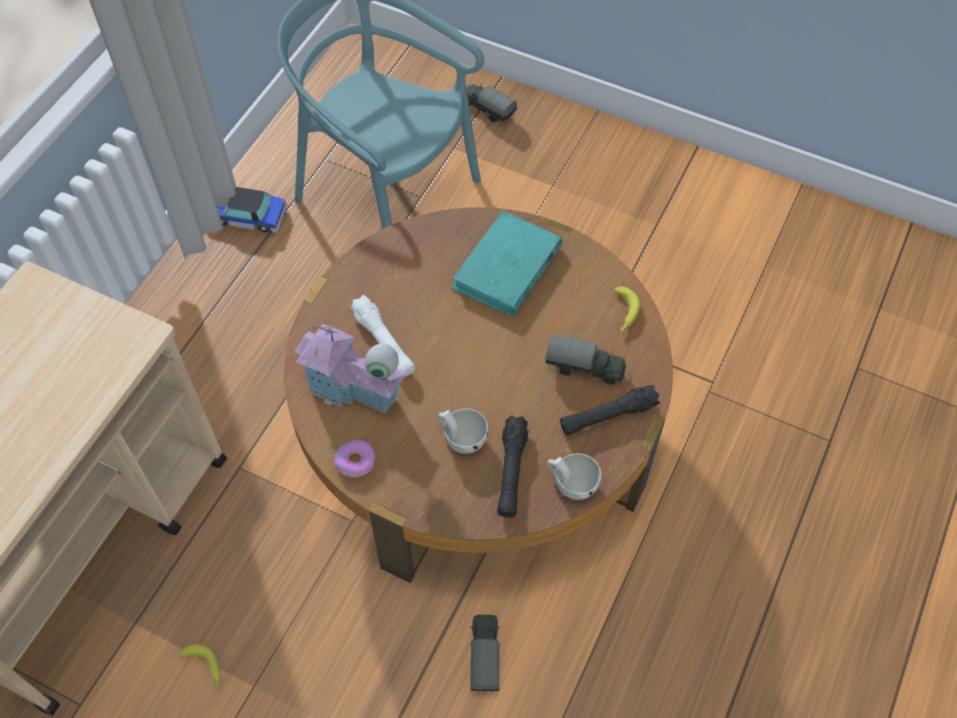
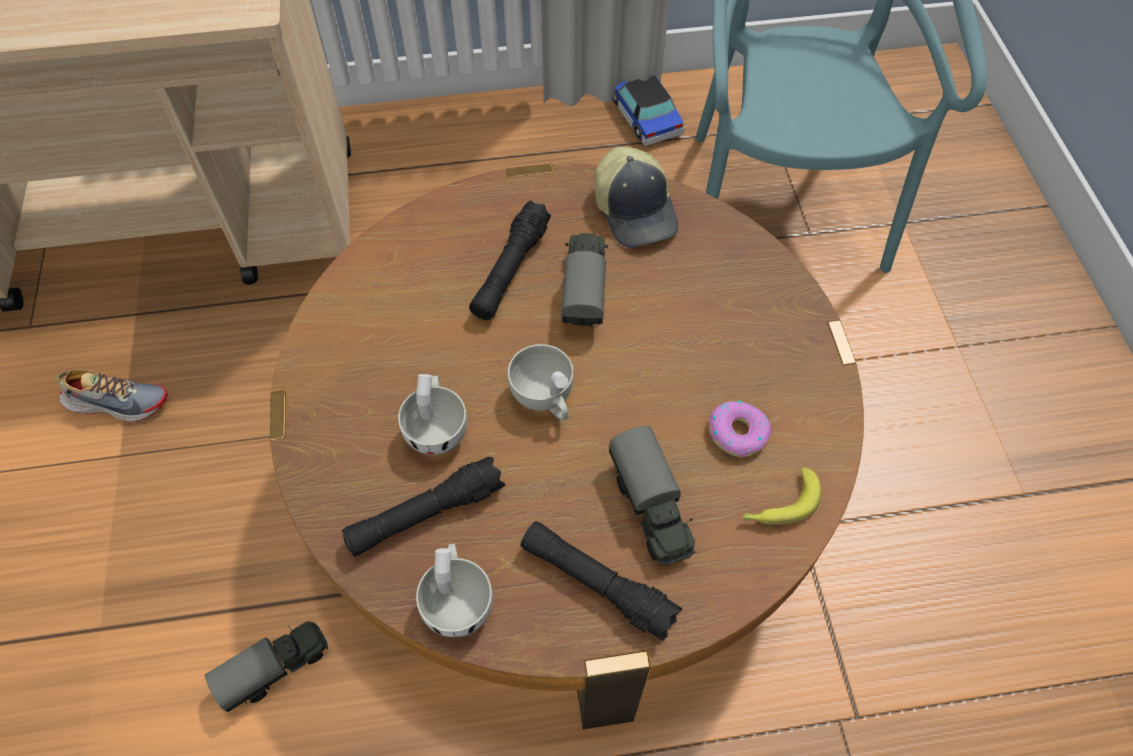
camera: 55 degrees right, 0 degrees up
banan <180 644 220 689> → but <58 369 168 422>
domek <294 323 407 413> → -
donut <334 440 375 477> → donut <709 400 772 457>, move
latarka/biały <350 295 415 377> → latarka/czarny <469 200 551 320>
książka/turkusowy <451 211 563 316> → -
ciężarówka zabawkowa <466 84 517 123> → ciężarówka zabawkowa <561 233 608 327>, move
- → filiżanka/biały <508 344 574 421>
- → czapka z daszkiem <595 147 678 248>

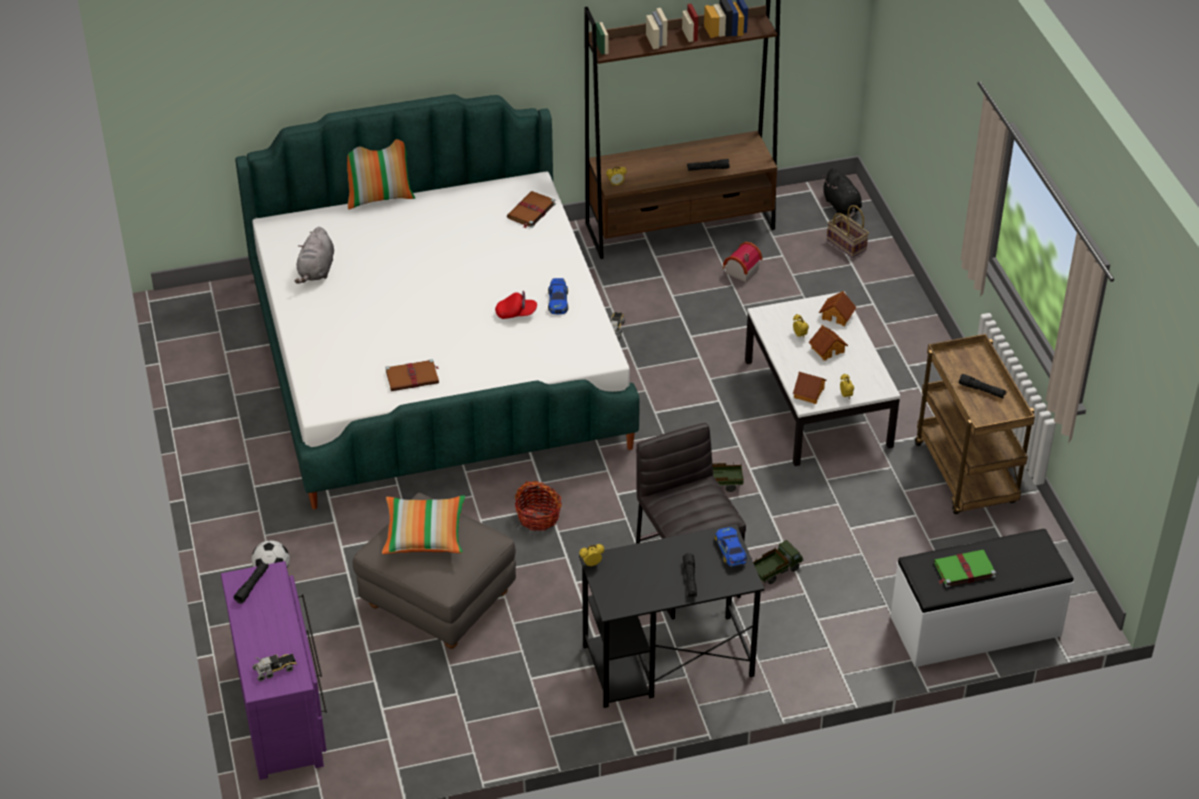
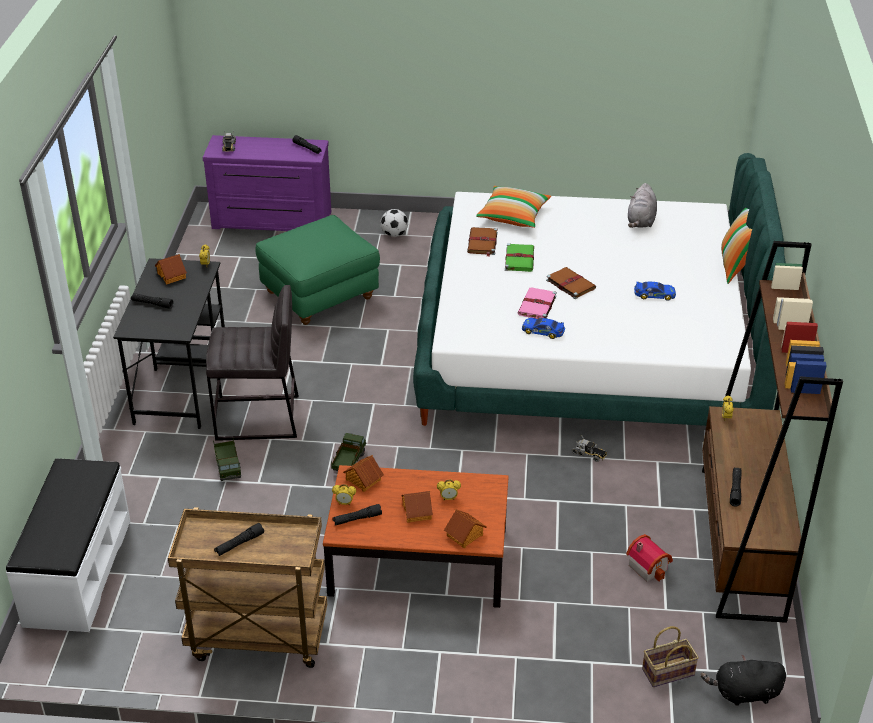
camera: 110 degrees right, 5 degrees down
pluszak/szary <295 227 334 284> → pluszak/szary <628 183 657 228>, 105 degrees counterclockwise
pufa/szary <352 493 516 649> → pufa/zielony <255 215 380 325>
poduszka <382 495 466 554> → poduszka <476 186 551 228>, move
czapka z daszkiem/czerwony <495 291 537 319> → książka/różowy <518 287 557 319>
książka/brązowy <507 191 556 228> → książka/brązowy <546 267 596 299>, move
koszyk <515 481 562 531> → -
samochodzik <715 527 747 567> → samochodzik <634 281 676 301>, move
ława/biały <745 291 901 466> → ława/brązowy <323 465 509 608>
książka/zielony <934 550 996 588> → książka/zielony <505 243 534 272>, move
- → domek <155 254 187 285>
- → latarka/czarny <332 504 382 525>

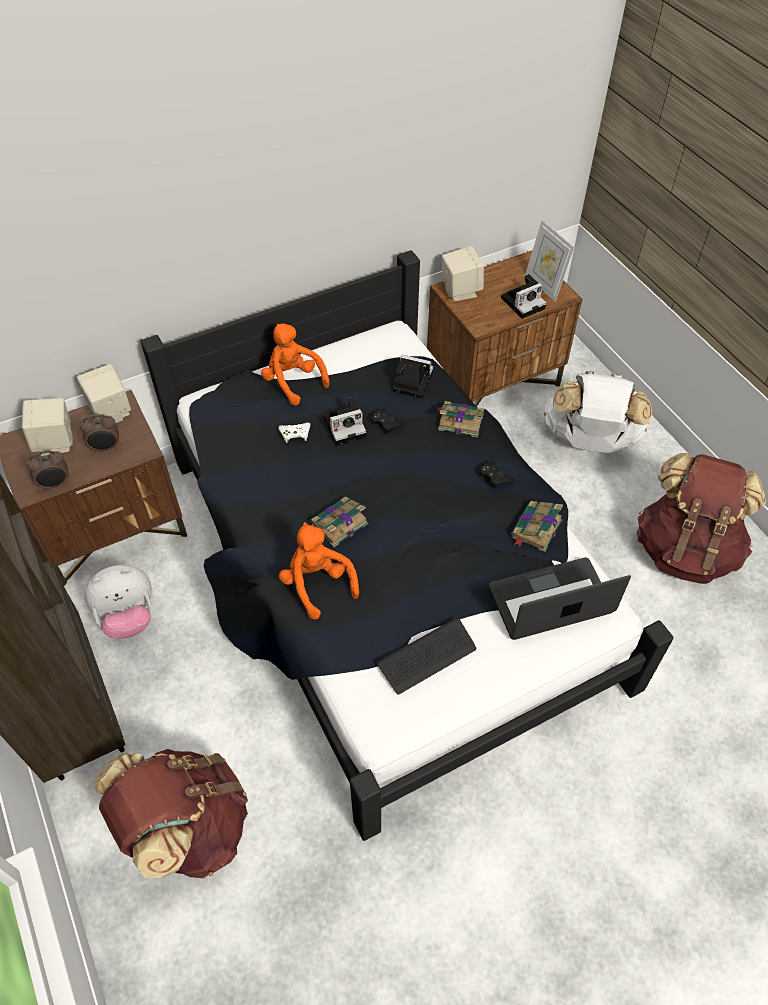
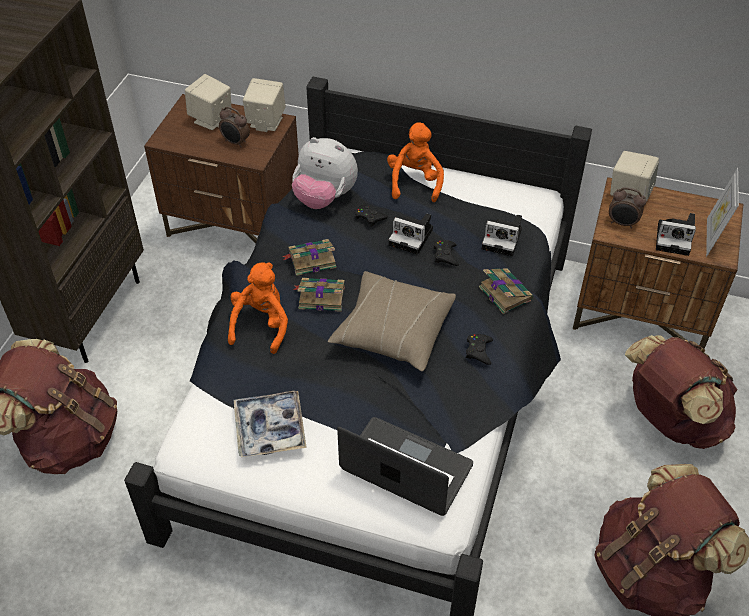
camera: 45 degrees right, 5 degrees down
budzik <26 450 69 491> → budzik <609 187 646 229>, move
pluszak <84 565 152 639> → pluszak <292 137 358 209>, move
pad do gier/biały <278 422 310 443> → pad do gier/czarny <355 204 388 227>
klawiatura <377 618 476 694> → taca <234 391 307 457>
aparat fotograficzny <393 355 433 398> → aparat fotograficzny <482 215 522 256>, 135 degrees clockwise
książka <511 501 563 552> → książka <282 239 337 276>, move
plecak/biały <544 371 652 453> → plecak/brązowy <625 335 737 449>
- → poduszka/beżowy <328 271 456 372>

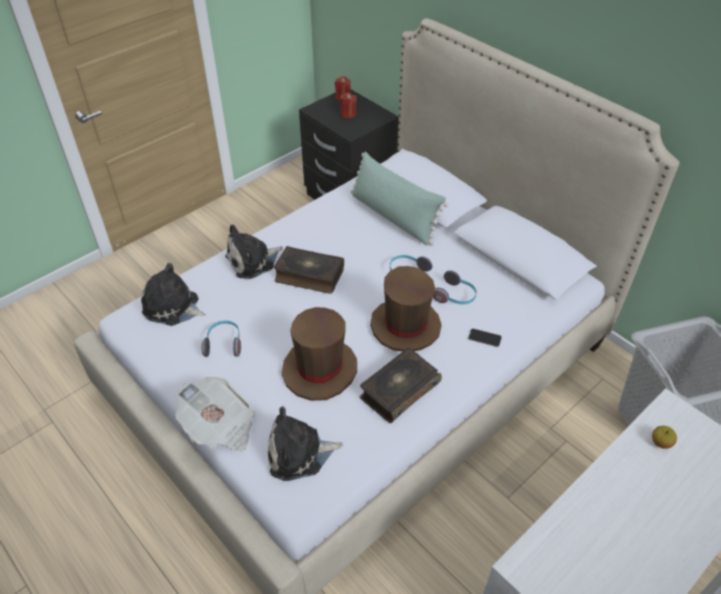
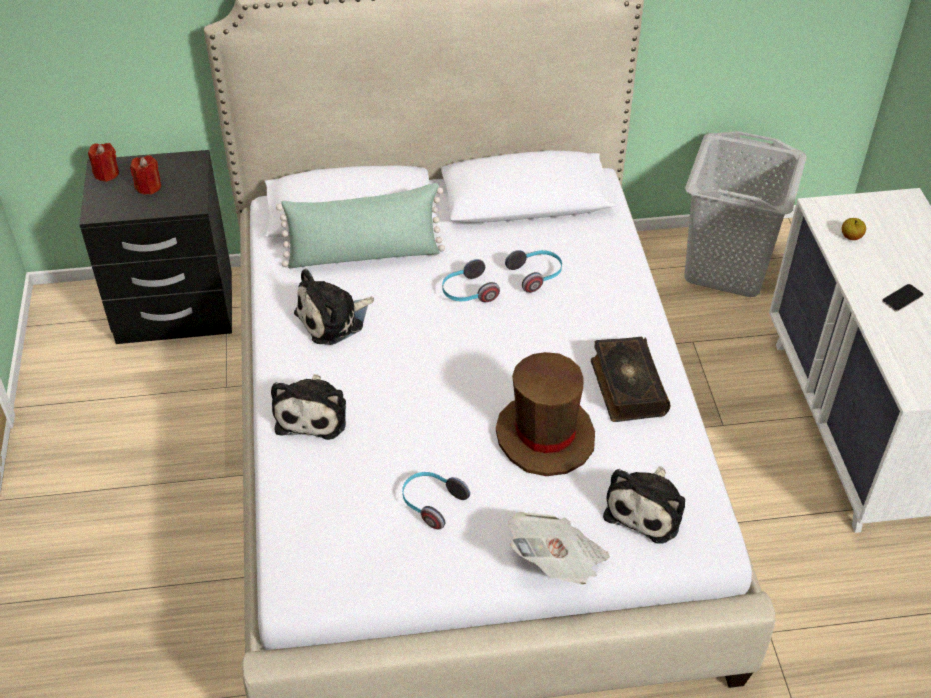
camera: 55 degrees left, 0 degrees up
pluszak <141 263 206 326> → pluszak <294 269 374 345>, move
książka <274 246 344 294> → -
kapelusz/brązowy <370 266 442 352> → -
telefon <468 328 502 347> → telefon <882 284 924 312>, move

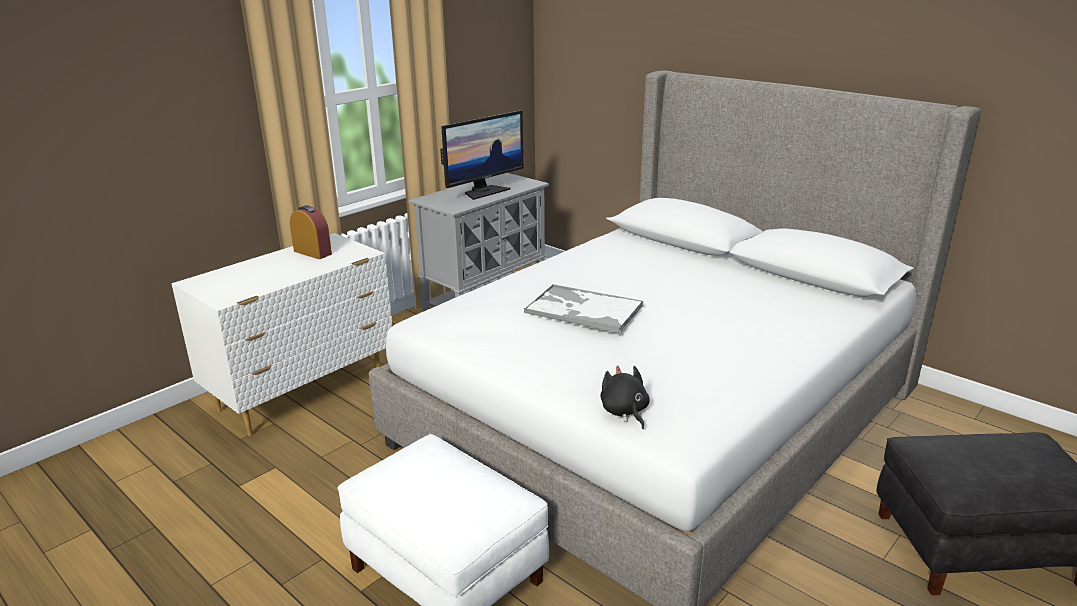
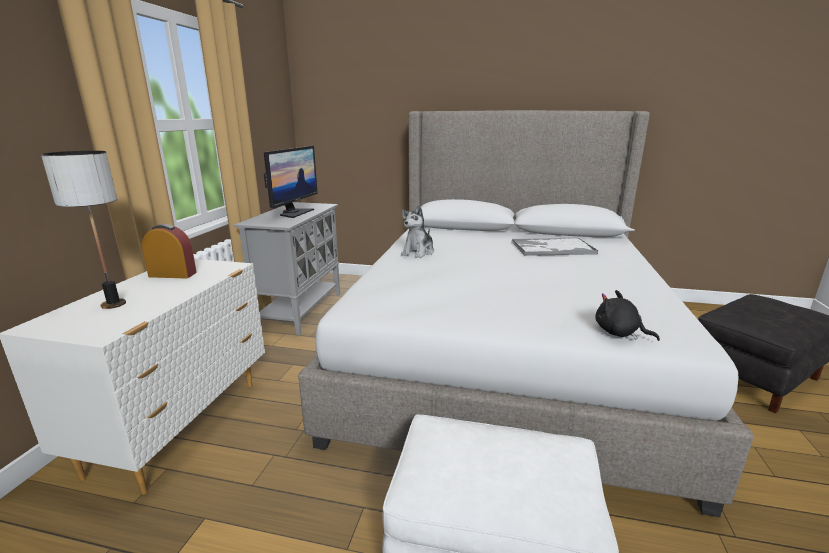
camera: 30 degrees left, 5 degrees down
taca <524 284 644 333> → taca <512 238 598 256>, move
- → lampa stołowa <41 151 126 309>
- → pluszak <401 205 434 258>

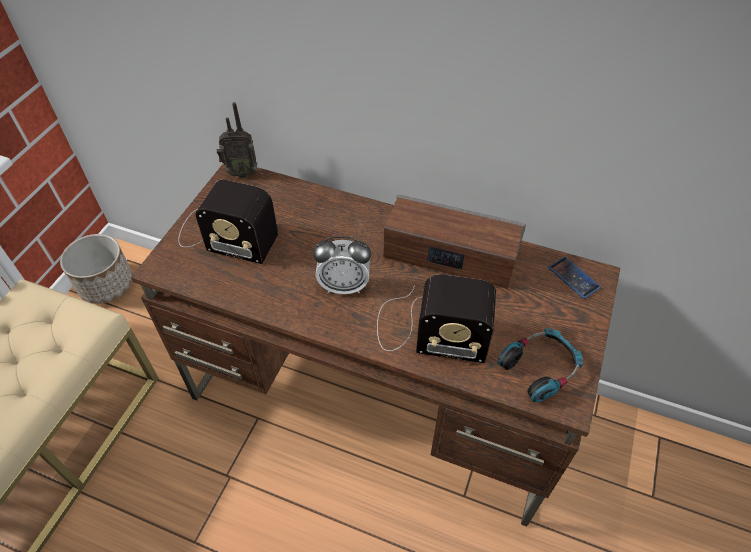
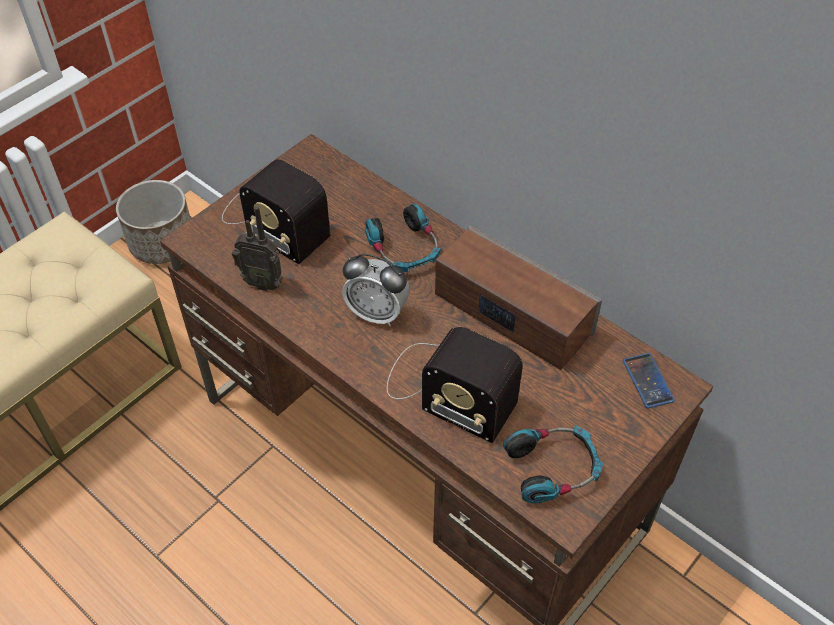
camera: 20 degrees right, 0 degrees up
radio <217 102 257 178> → radio <232 206 283 291>, move
- → słuchawki <365 203 441 272>

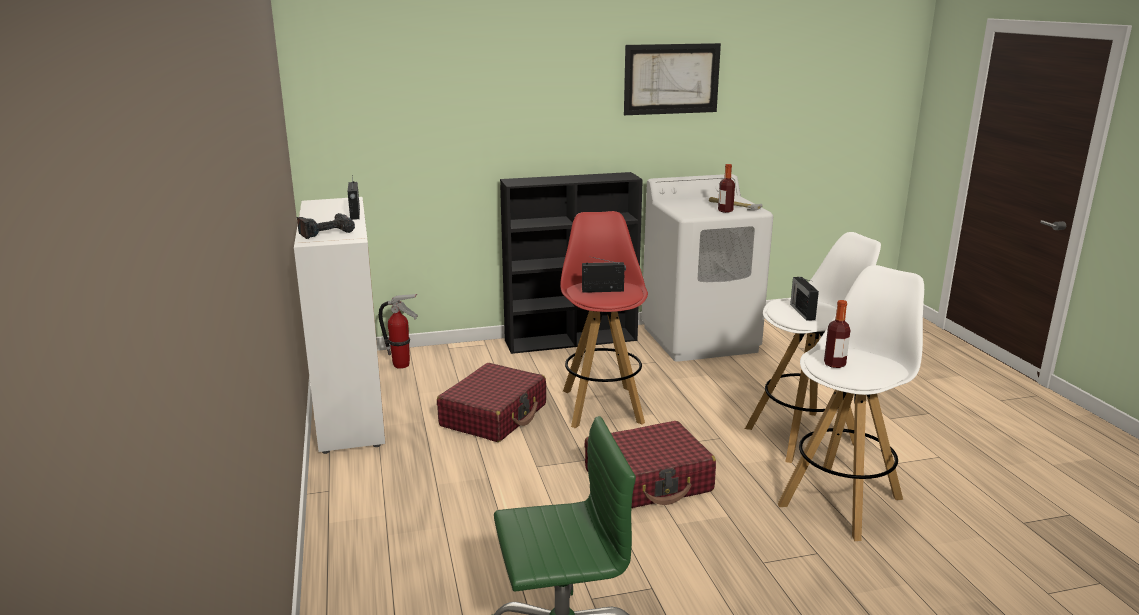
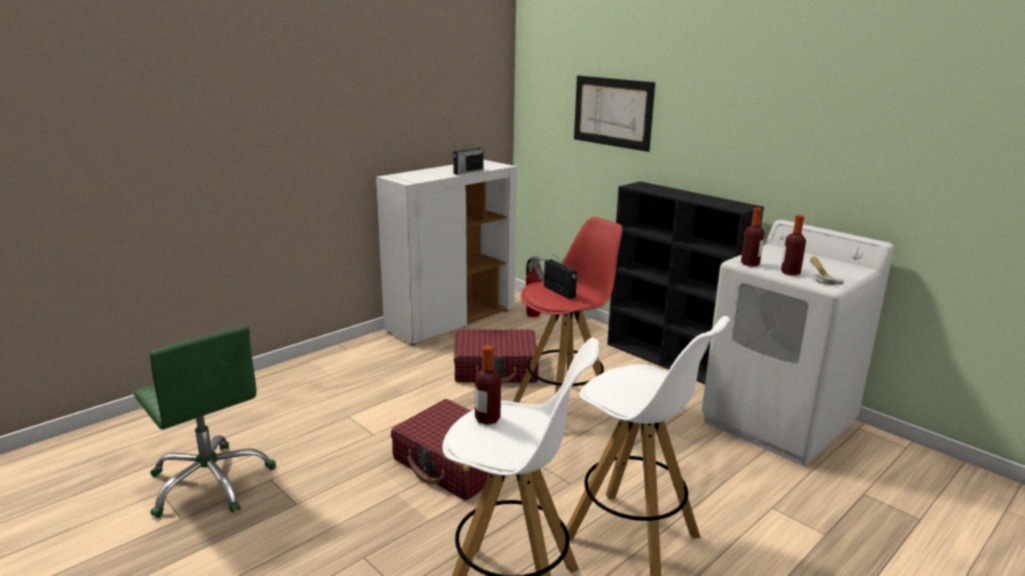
camera: 60 degrees right, 0 degrees up
wiertarka <297 213 355 239> → -
obraz <624 43 721 115> → obraz <574 76 655 152>, move
radio <790 277 819 321> → -
- → butelka <741 208 765 267>

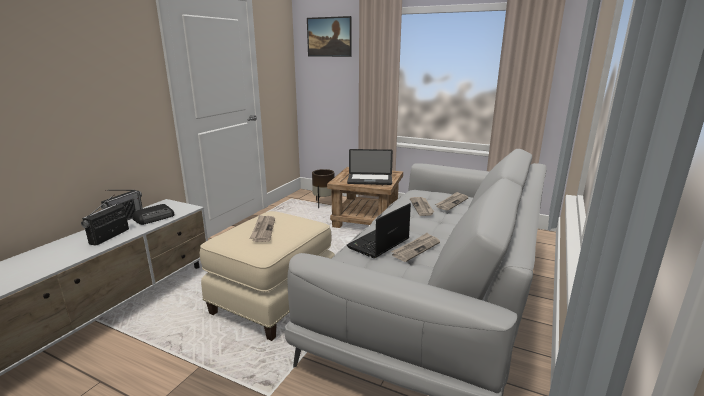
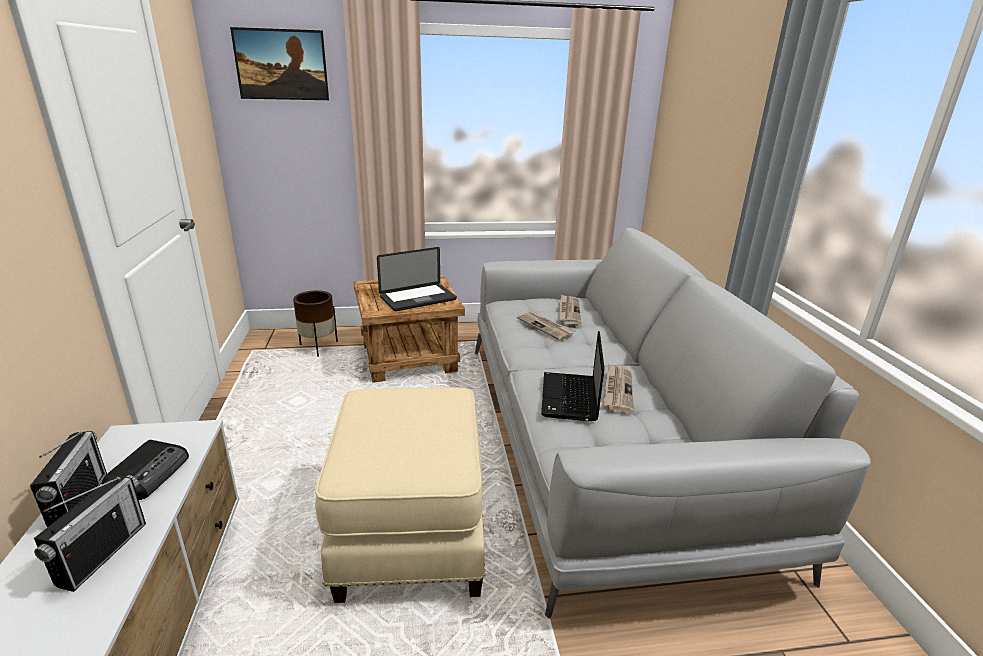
camera: 35 degrees left, 5 degrees up
radio <81 195 129 246> → radio <34 475 146 592>, 150 degrees counterclockwise
gazeta <250 215 275 242> → -

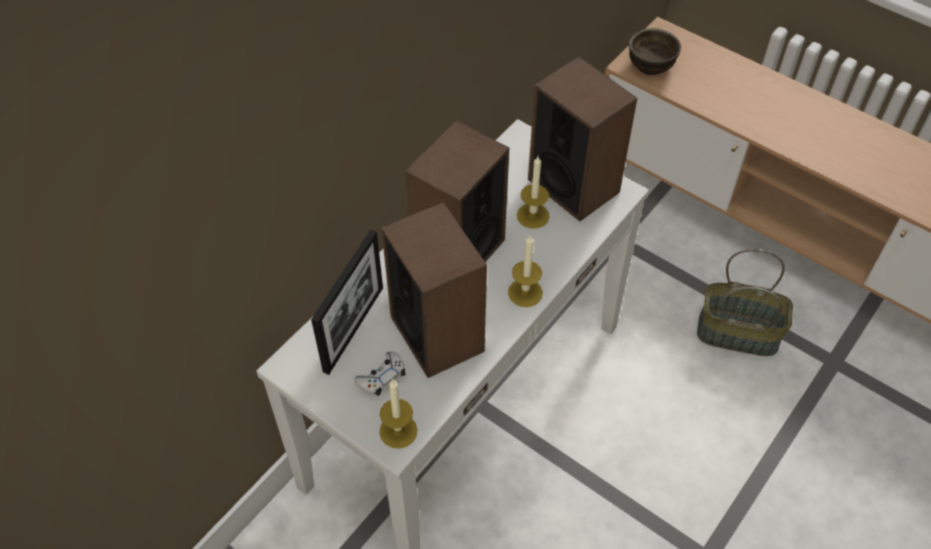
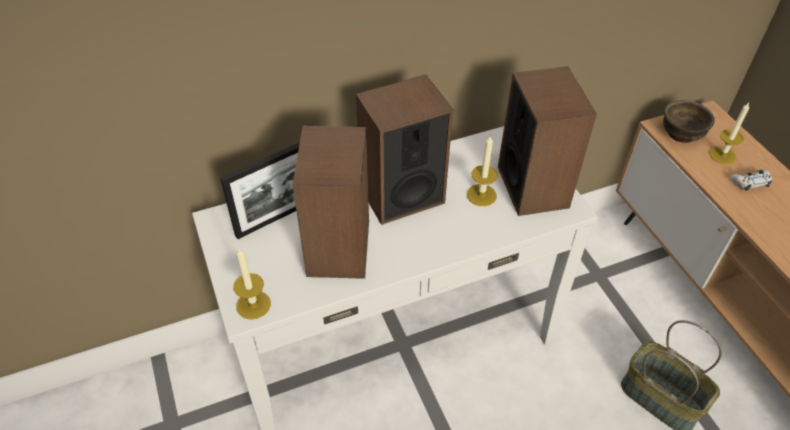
camera: 30 degrees right, 5 degrees down
pad do gier/biały <354 352 405 396> → pad do gier/biały <730 169 772 191>, move
świeca <508 235 543 307> → świeca <710 103 749 165>, move

